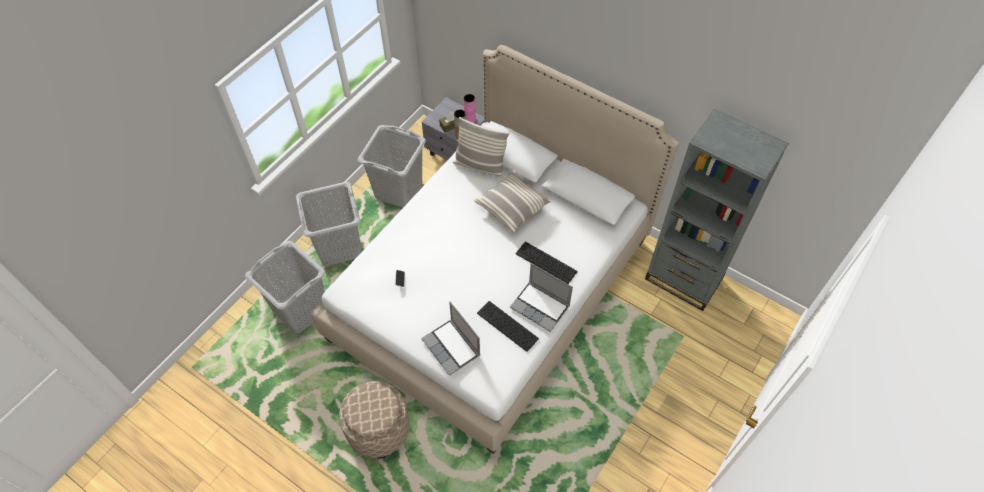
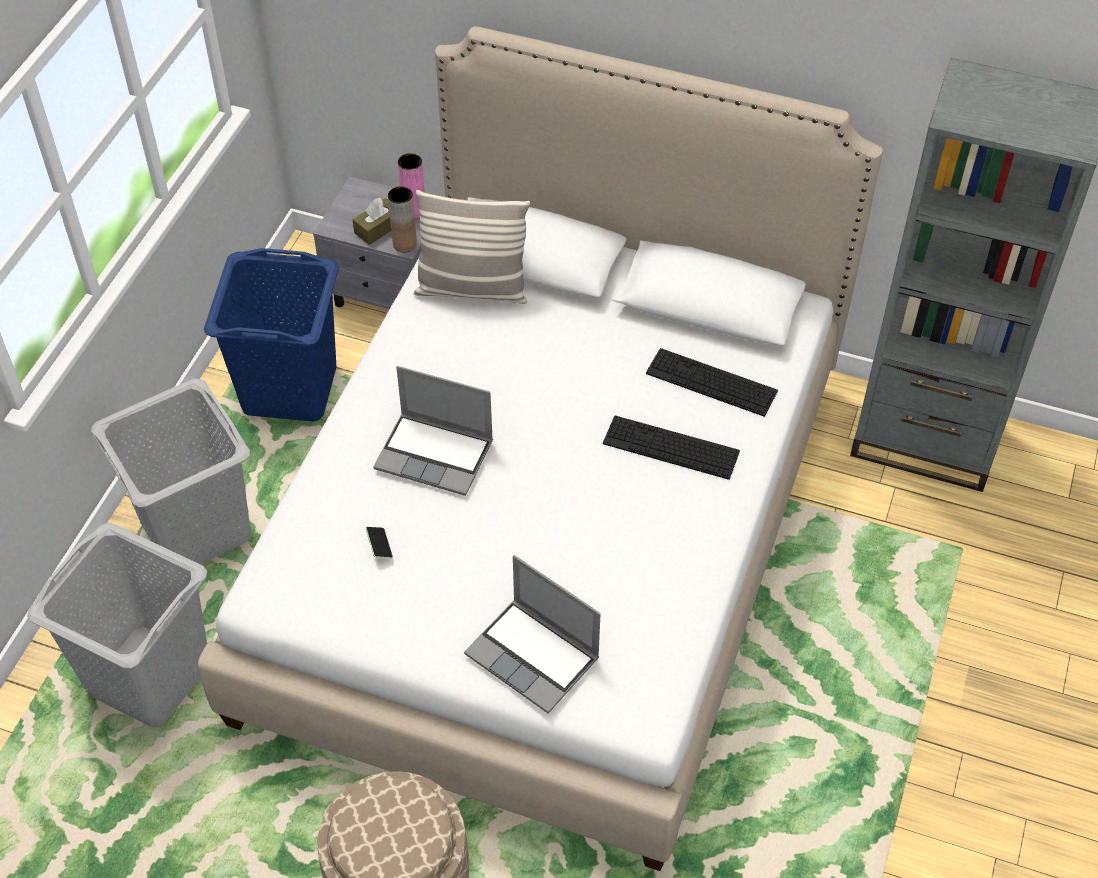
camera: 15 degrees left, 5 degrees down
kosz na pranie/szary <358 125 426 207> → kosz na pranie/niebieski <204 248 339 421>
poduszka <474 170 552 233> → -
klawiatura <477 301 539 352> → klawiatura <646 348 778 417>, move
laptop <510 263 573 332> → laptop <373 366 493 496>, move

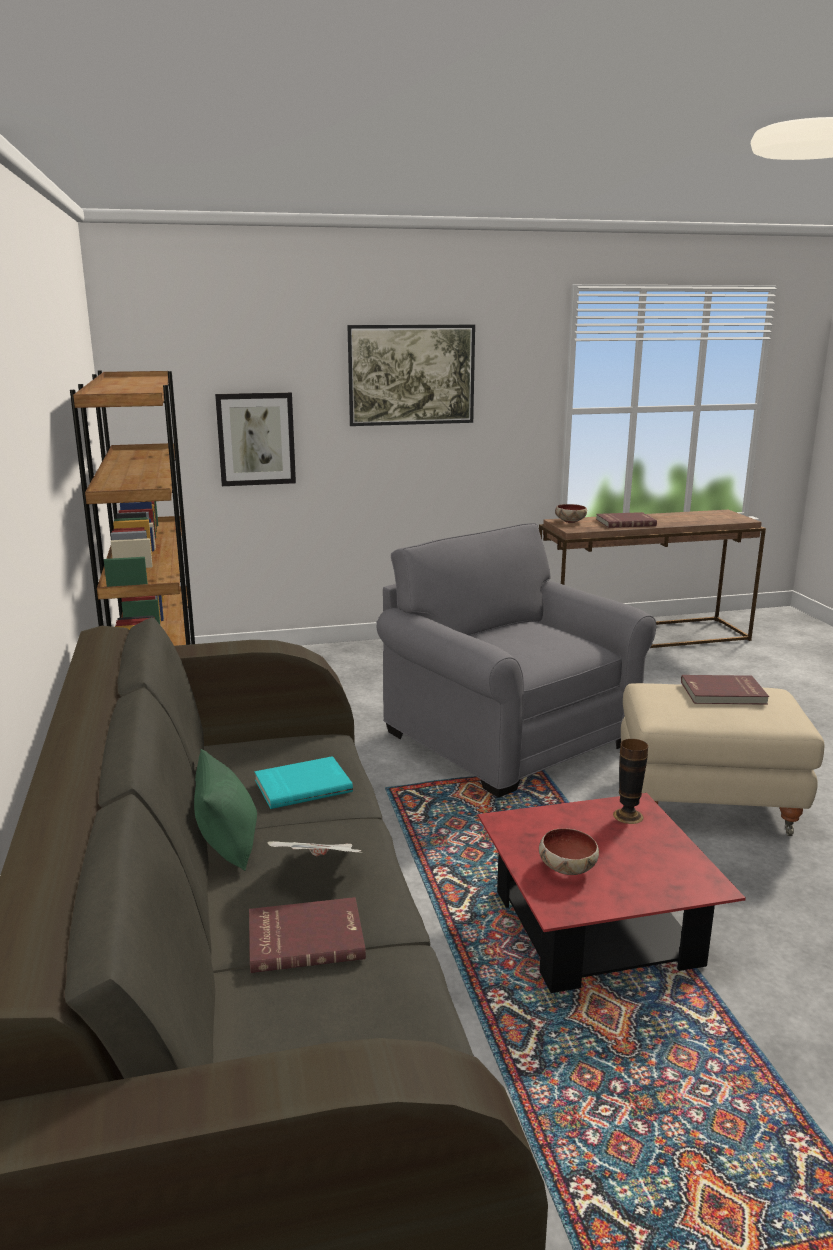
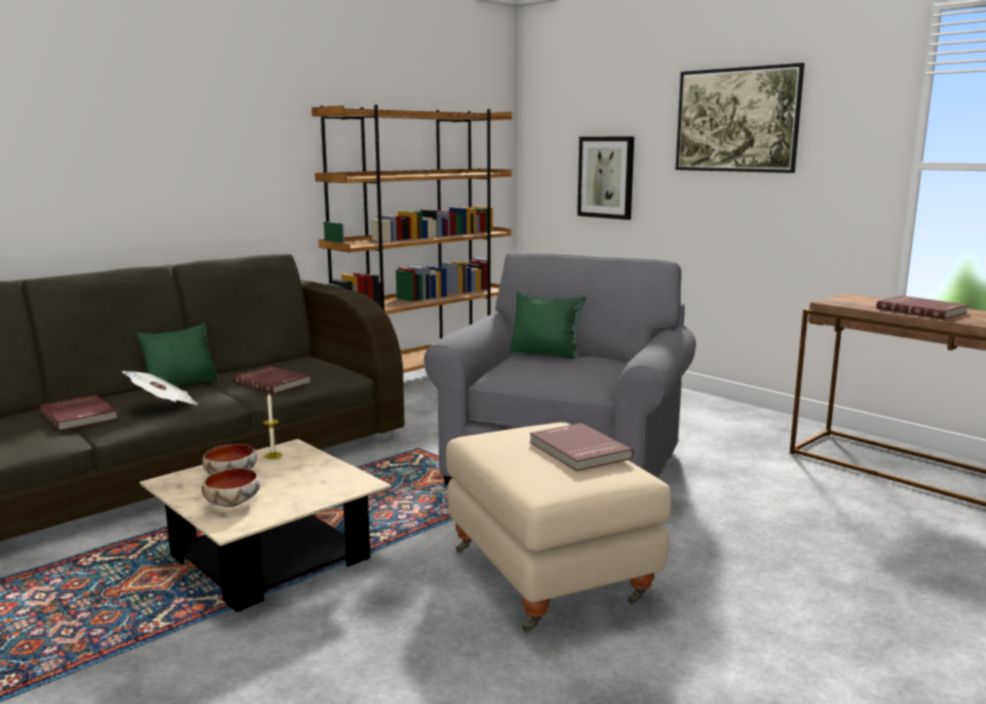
camera: 60 degrees right, 5 degrees down
książka/turkusowy <255 756 353 809> → książka/czerwony <233 366 311 394>
ława/czerwony <478 793 746 993> → ława/beżowy <139 439 391 612>
miska <555 504 587 523> → miska <202 468 260 507>, move
wazon <613 739 648 824> → -
- → świeca <263 394 282 459>
- → poduszka/zielony <510 292 586 360>

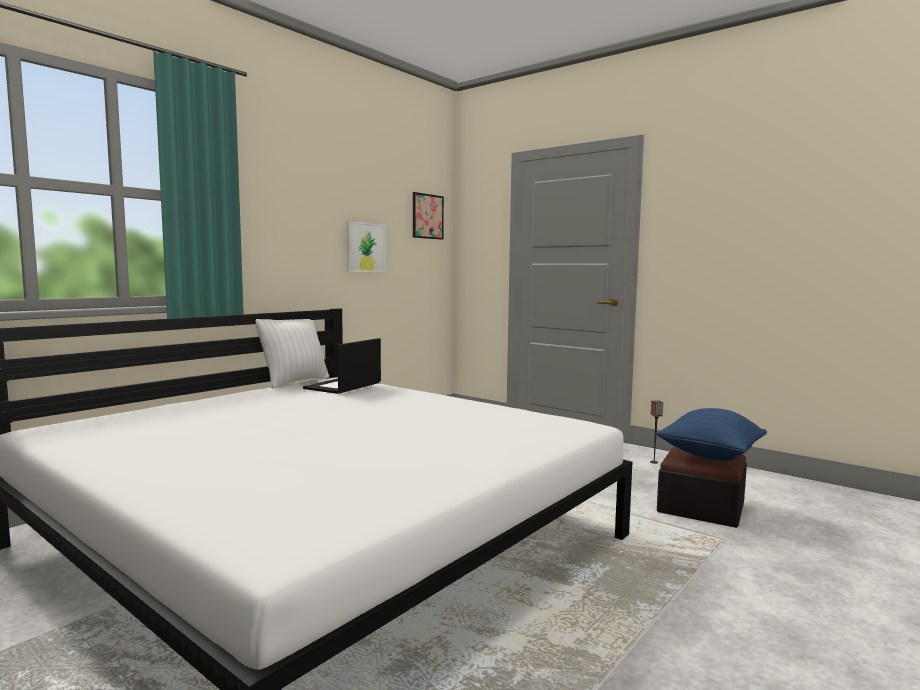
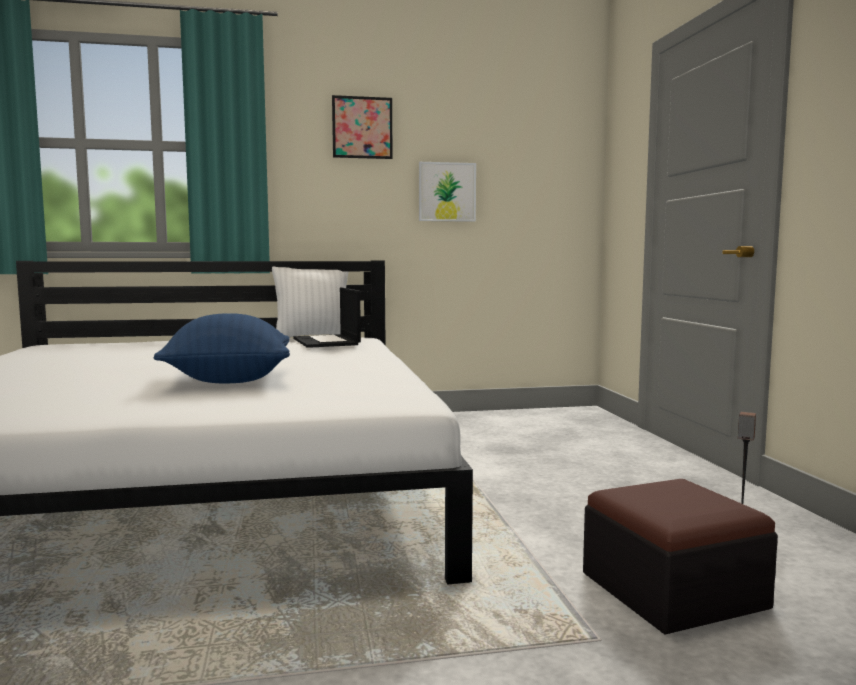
camera: 40 degrees right, 0 degrees up
laptop <303 338 381 394> → laptop <293 287 361 348>, 90 degrees counterclockwise
obraz <413 192 444 240> → obraz <332 95 393 159>, move
poduszka/niebieski <657 408 767 461> → poduszka/niebieski <154 313 290 383>, move

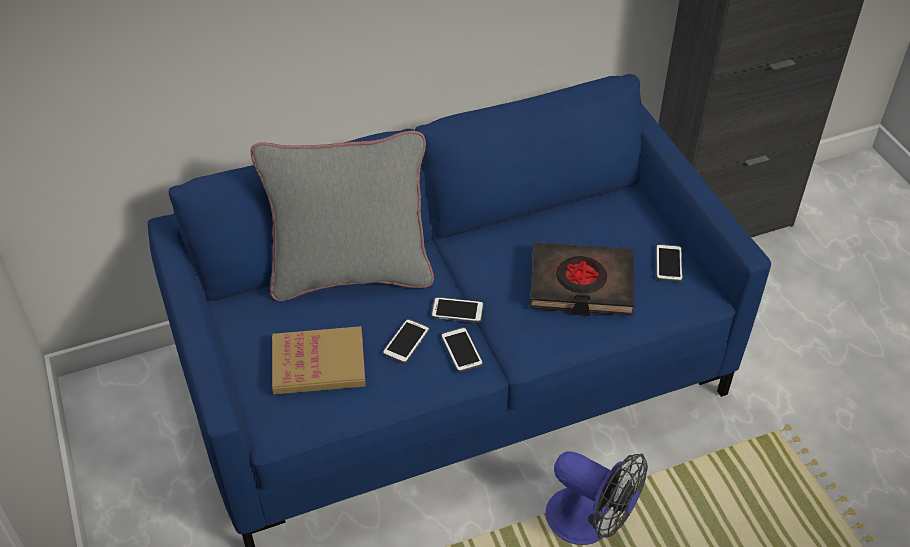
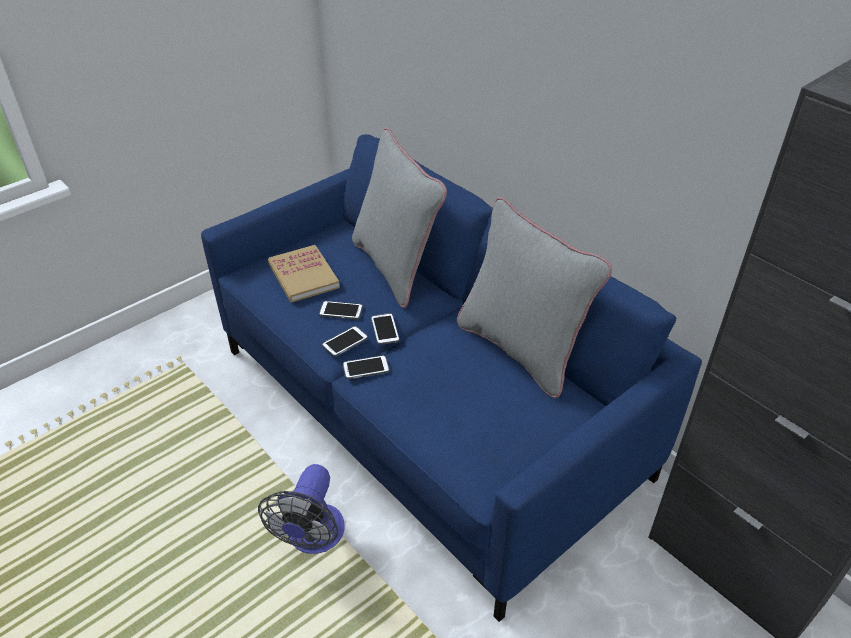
camera: 70 degrees right, 5 degrees down
książka/czarny <530 242 635 316> → -
telefon <656 244 683 282> → telefon <343 355 390 379>, move
- → poduszka/szary <457 197 612 398>

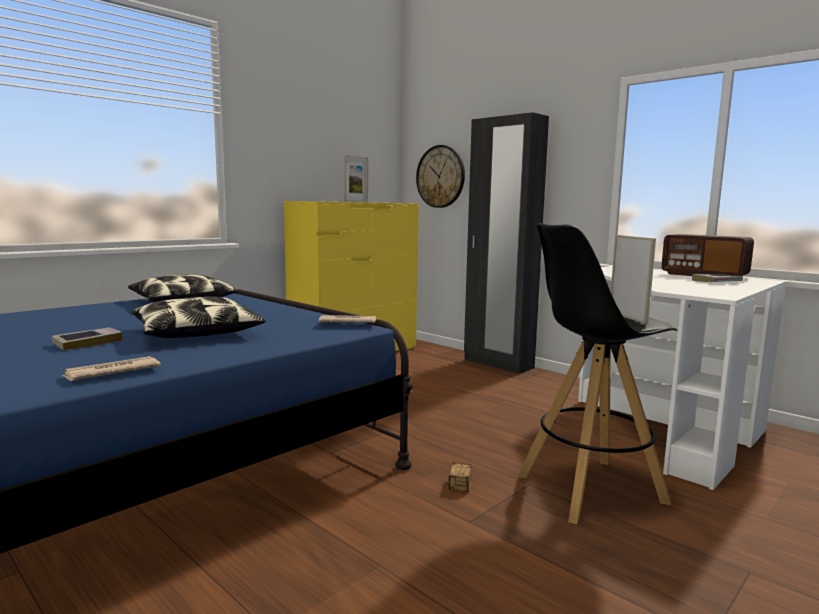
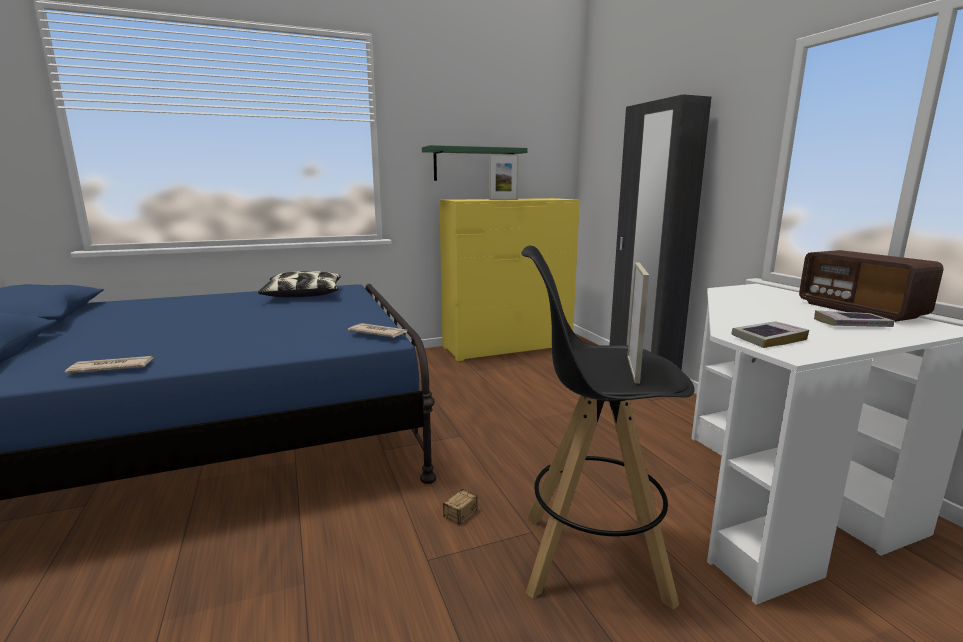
camera: 25 degrees right, 5 degrees up
książka <51 327 122 351> → książka <731 321 809 348>, move
poduszka <132 297 266 338> → -
zegar ścienny <416 145 465 208> → -
- → półka/zielony <422 145 527 181>

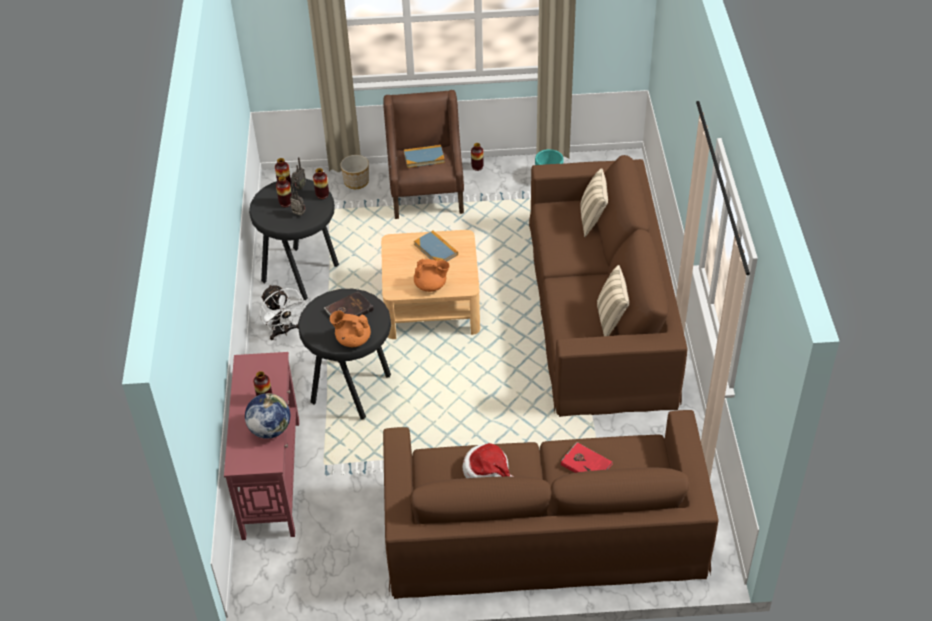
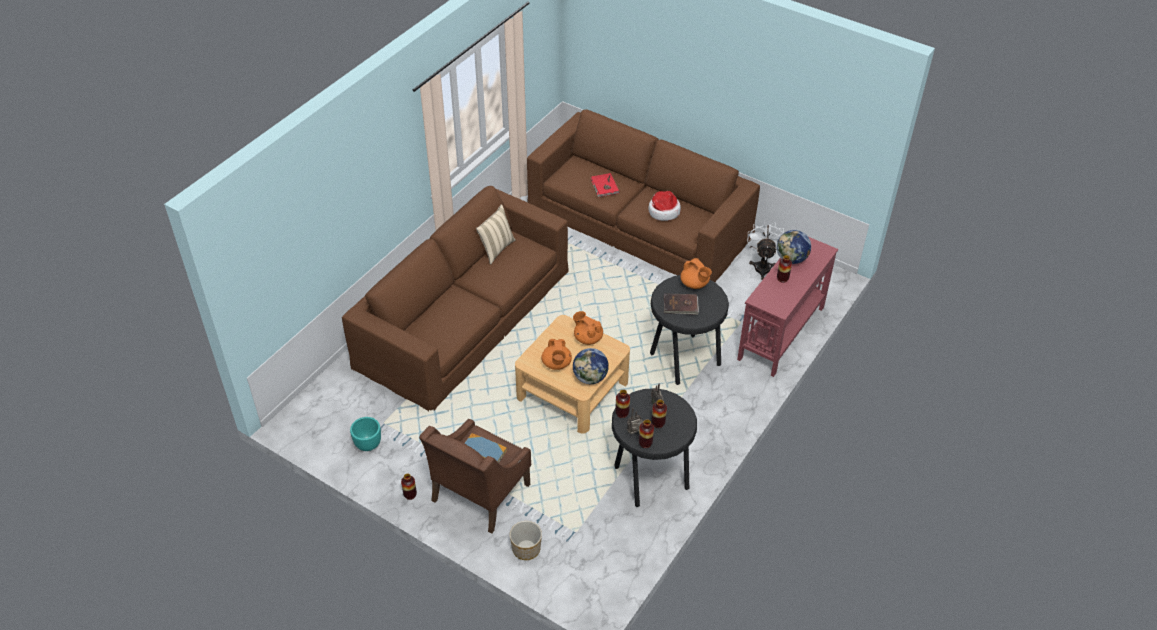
camera: 145 degrees left, 0 degrees up
wentylator/biały <259 285 307 340> → wentylator/biały <747 220 784 280>, move
książka <414 231 458 261> → imbryk/pomarańczowy <541 339 572 370>
poduszka/beżowy <580 168 608 237> → -
- → globus <573 348 609 384>

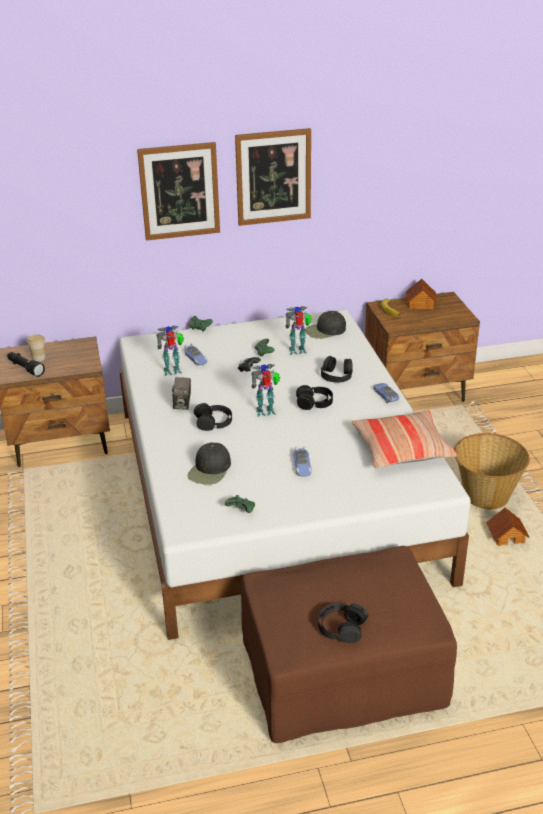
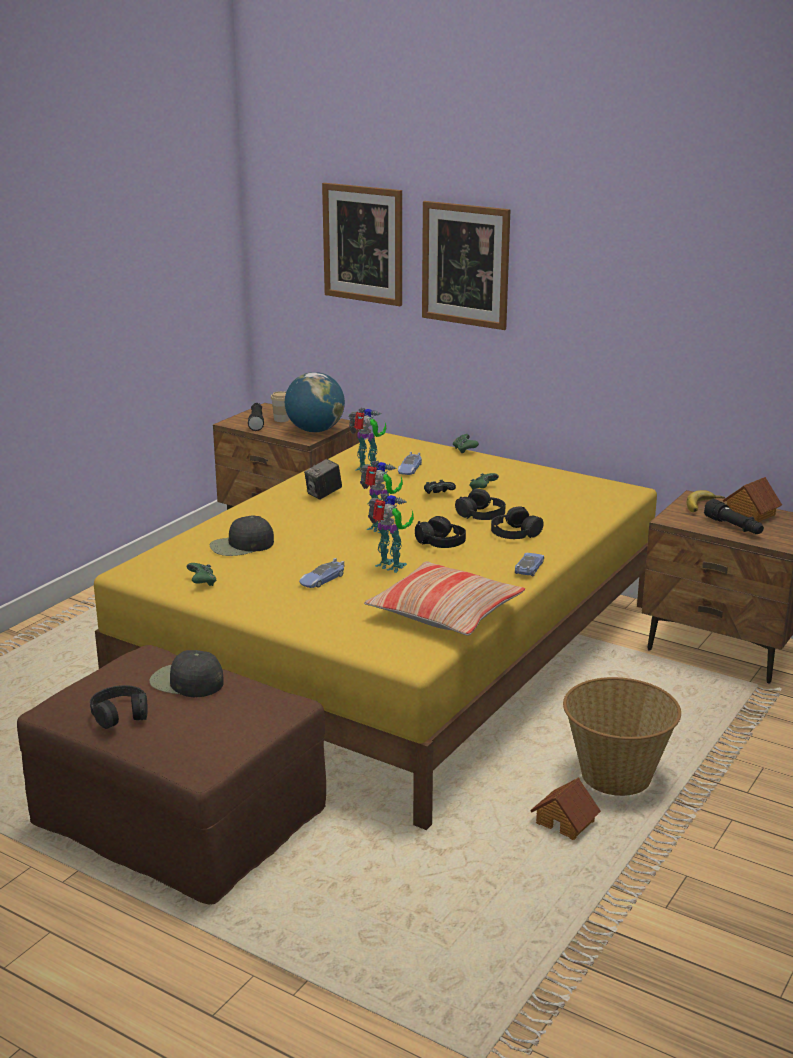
camera: 45 degrees right, 10 degrees down
łóżko/biały <119 309 471 640> → łóżko/żółty <94 433 657 830>
słuchawki/czarny <194 403 232 431> → słuchawki/czarny <455 489 506 520>, move
obraz <235 128 311 226> → obraz <322 183 402 306>, move
robot zabawkowy <285 306 312 355> → robot zabawkowy <368 493 414 573>, move
czapka z daszkiem/czarny <305 311 346 339> → czapka z daszkiem/czarny <149 650 223 697>, move
- → globus <285 372 345 432>
- → latarka/czarny <704 499 764 534>

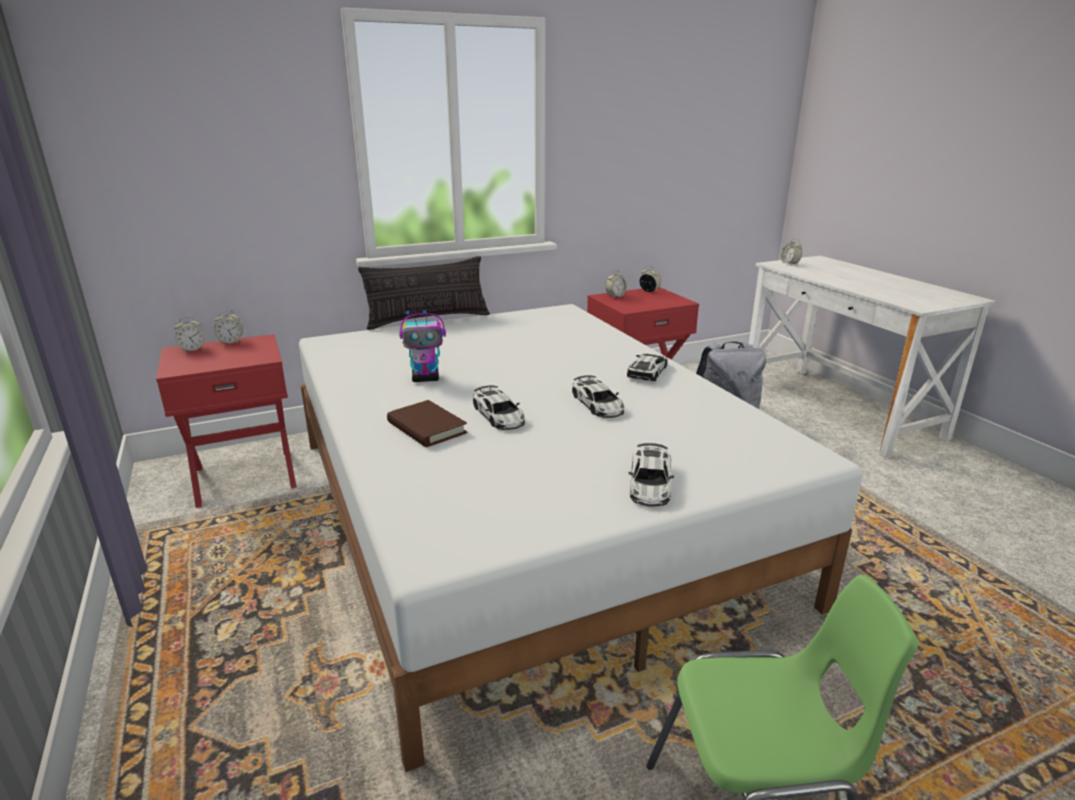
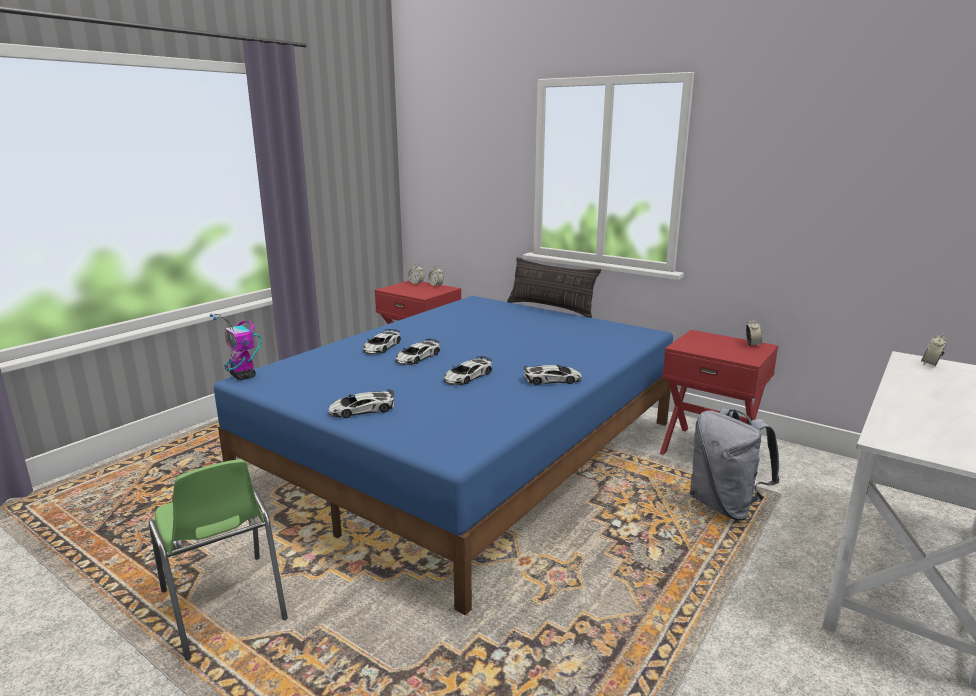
camera: 60 degrees right, 5 degrees down
łóżko/biały <299 304 863 772> → łóżko/niebieski <214 296 673 616>
książka/brązowy <387 400 467 447> → samochodzik <363 329 401 354>
robot zabawkowy <399 310 446 382> → robot zabawkowy <210 314 262 380>, move
budzik <606 270 627 299> → -

